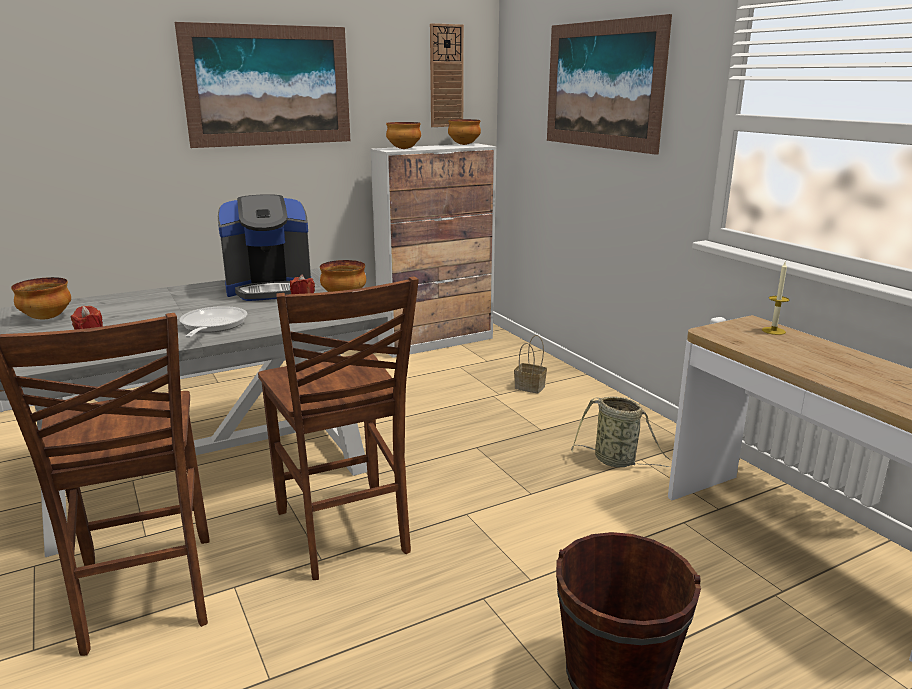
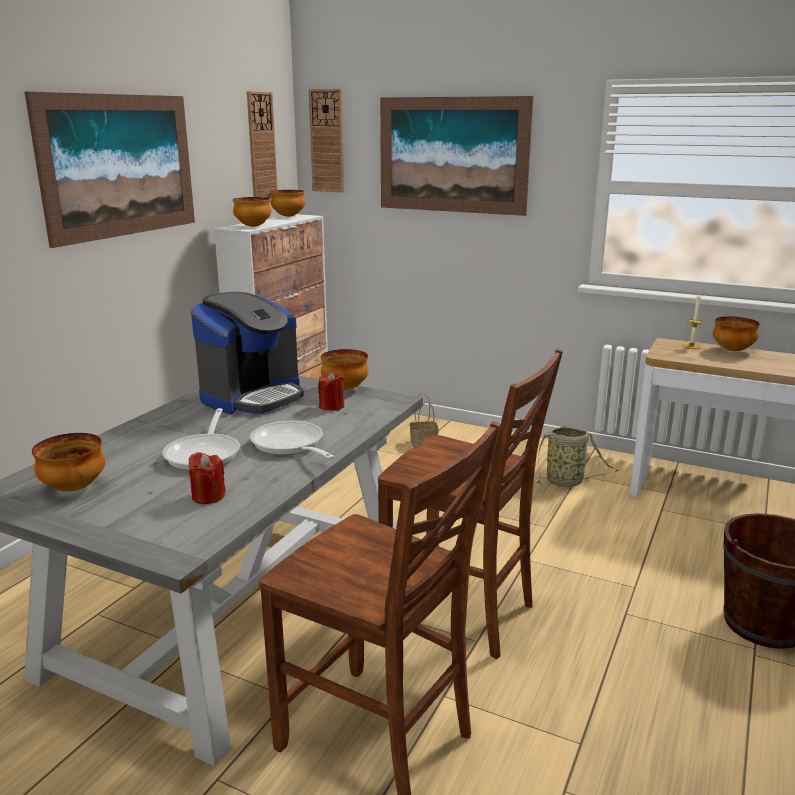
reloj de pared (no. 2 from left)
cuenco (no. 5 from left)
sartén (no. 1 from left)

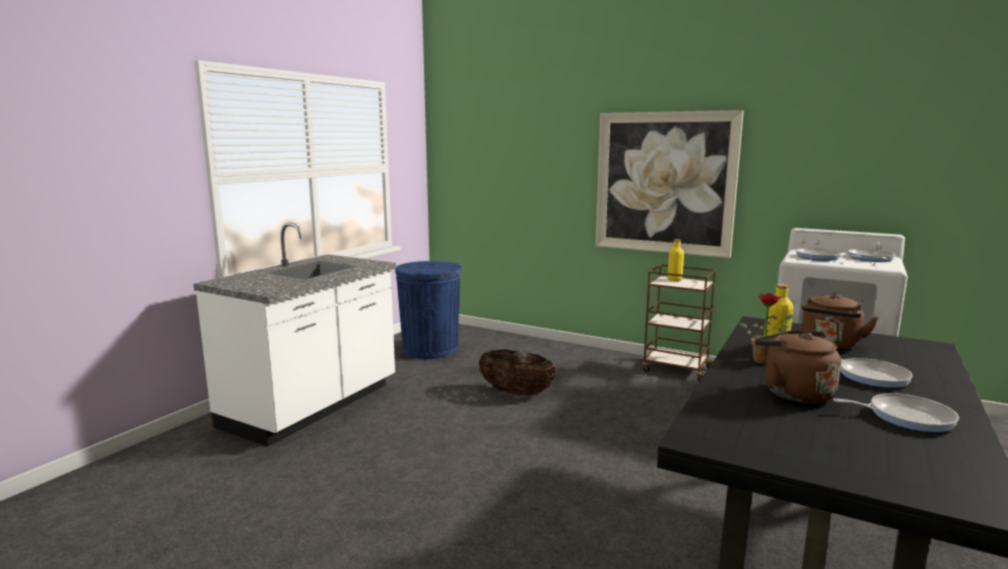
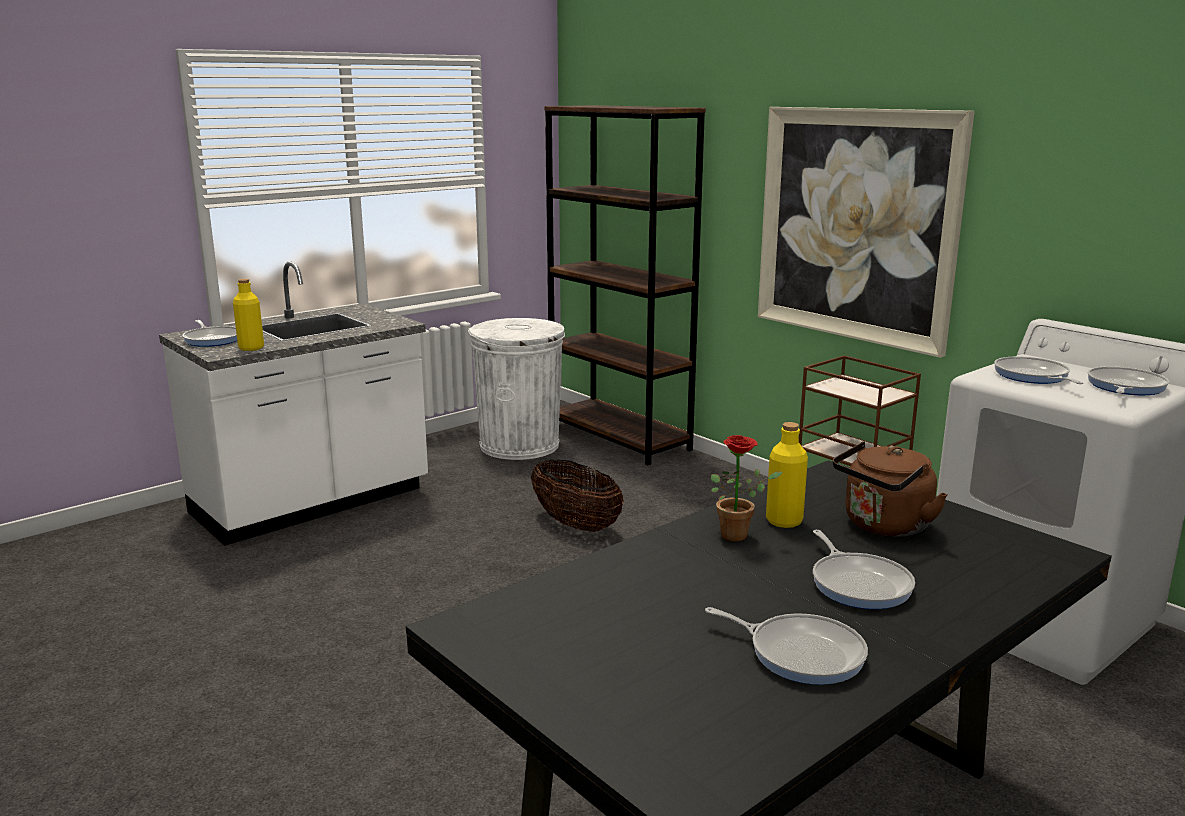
botella (amarillo) (no. 1 from left)
papelera (blanco)
hervidor (marrón) (no. 1 from left in the first image)
estantería (marrón)
sartén (no. 1 from left)

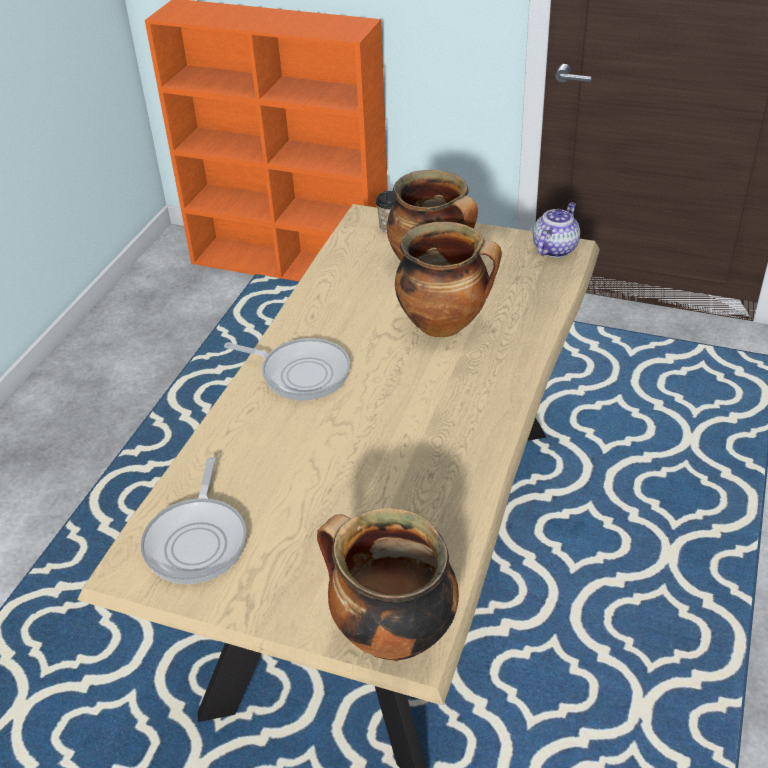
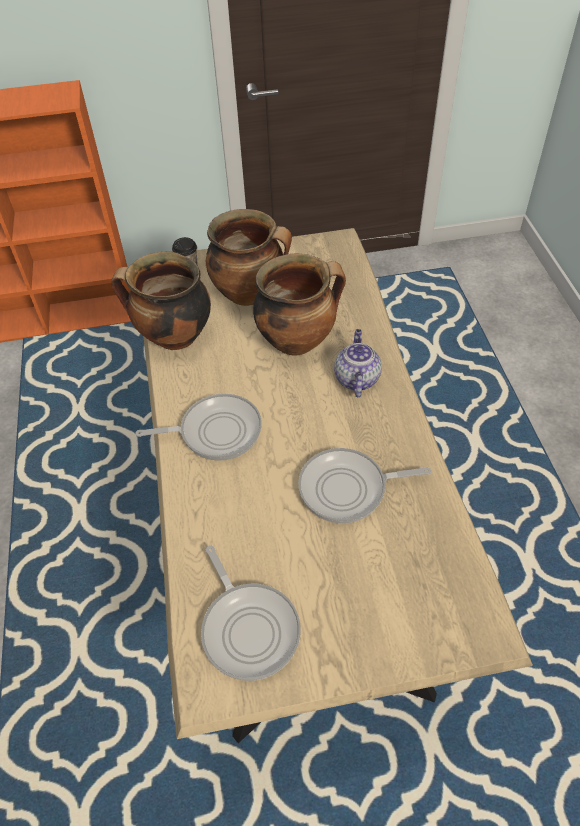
tetera
olla (no. 1 from left)
sartén (no. 3 from left)

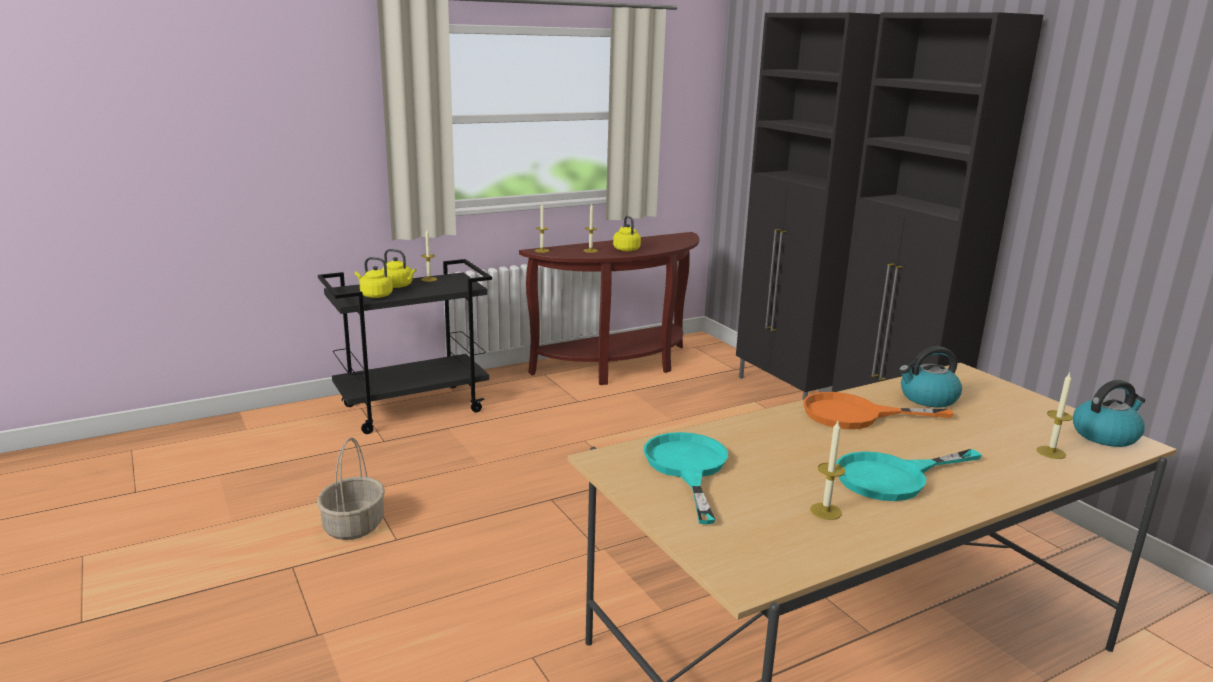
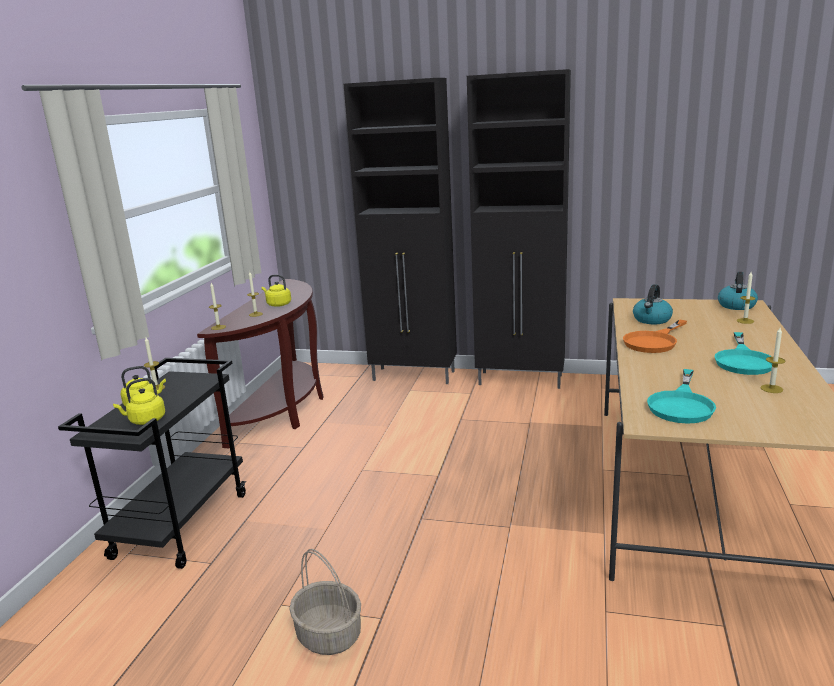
sartén (turquesa) (no. 1 from left)

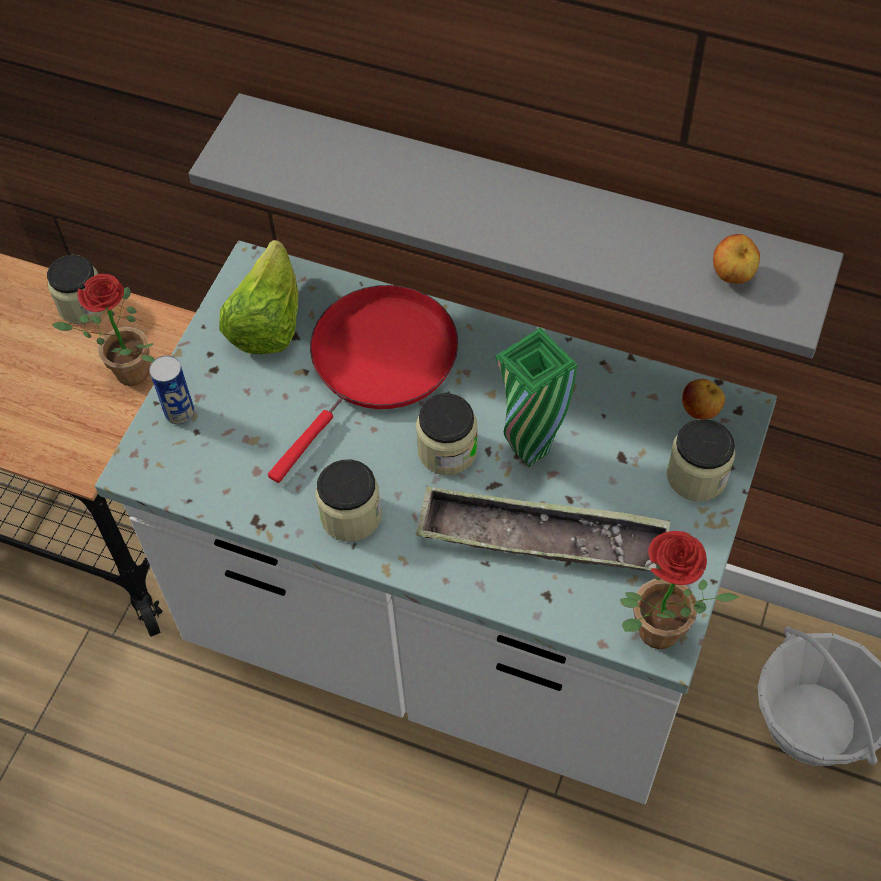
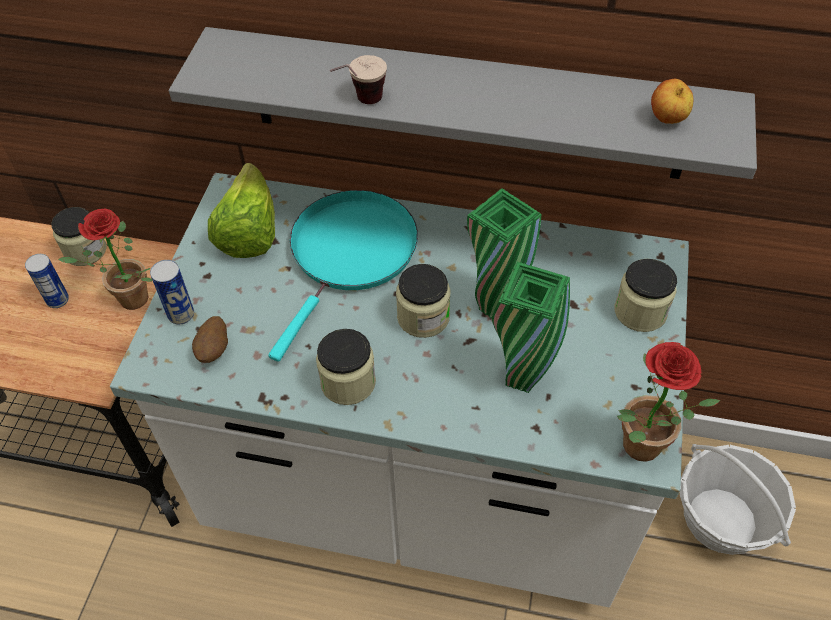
sartén (turquesa)
manzana (no. 1 from left in the first image)
florero (verde) (no. 2 from left)
taza
lata (no. 1 from left)
patata

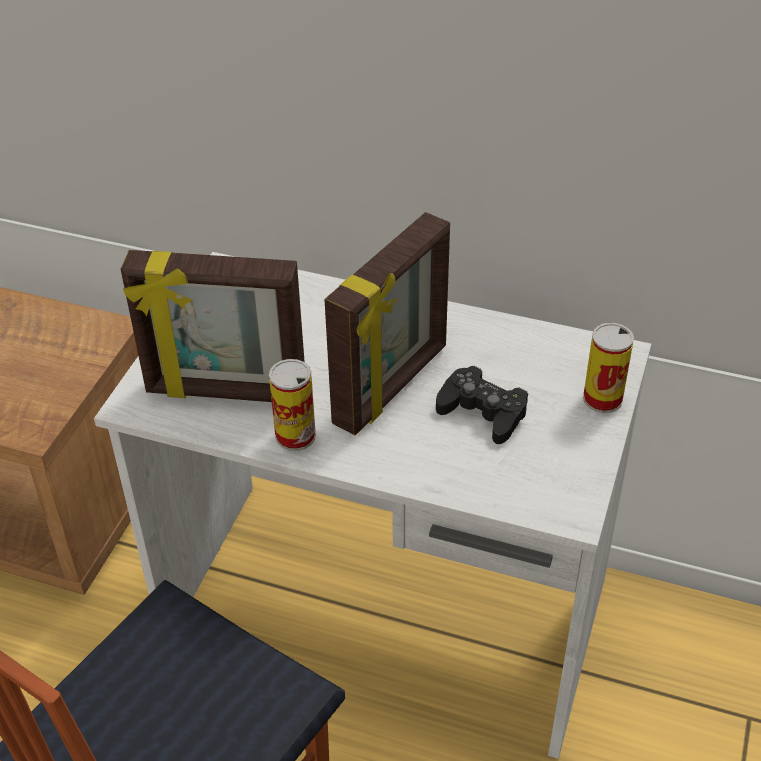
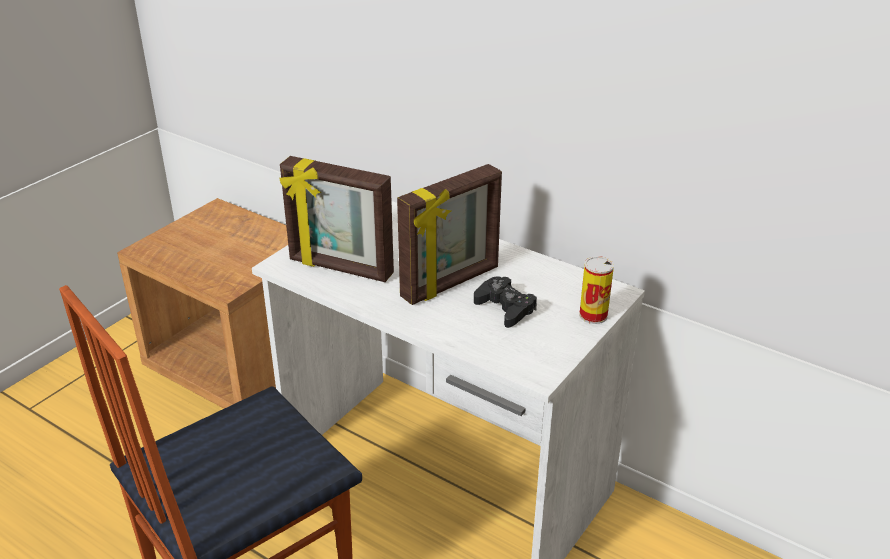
lata (no. 1 from left in the first image)

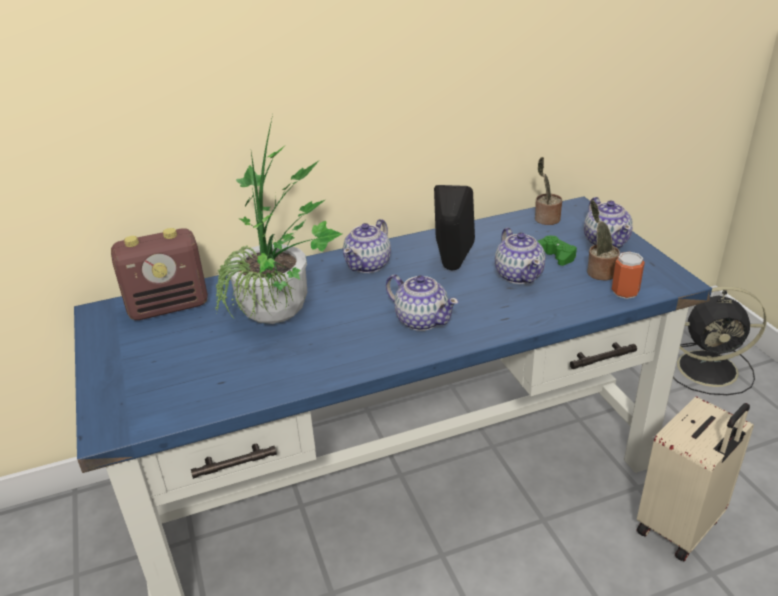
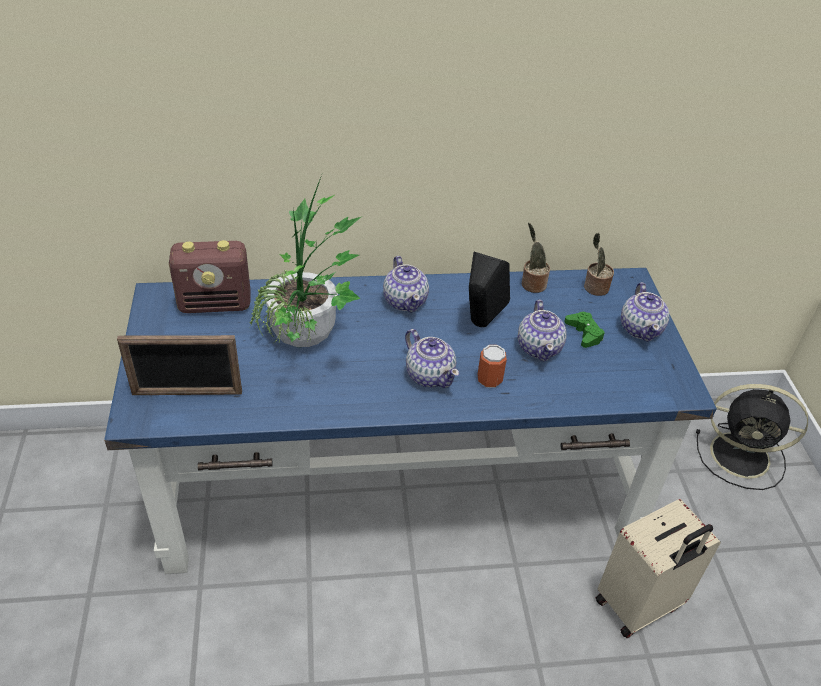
planta en maceta (no. 2 from left)
tetera (no. 1 from left)
lata
portarretratos

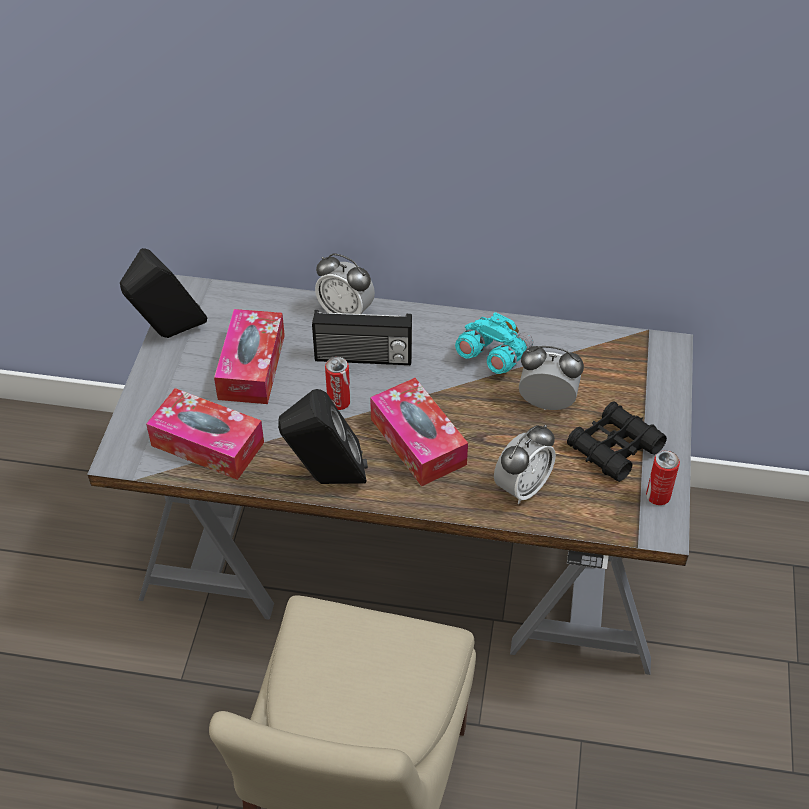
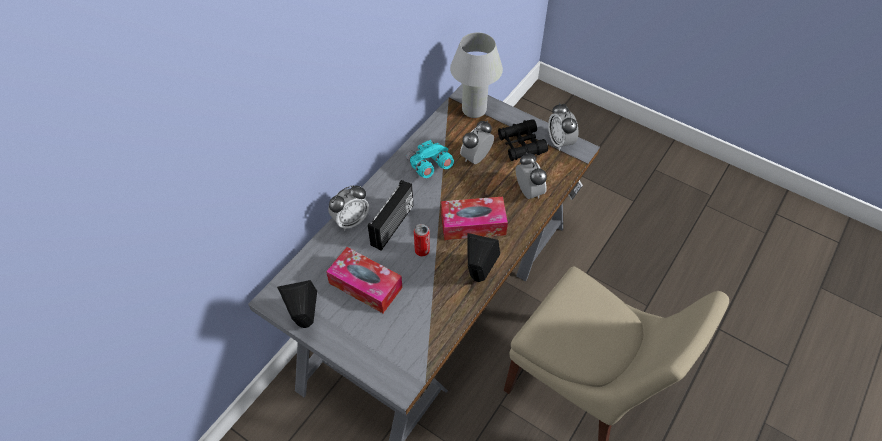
caja de pañuelos (no. 1 from left in the first image)
despertador (no. 4 from left)
lámpara de mesa (blanco)

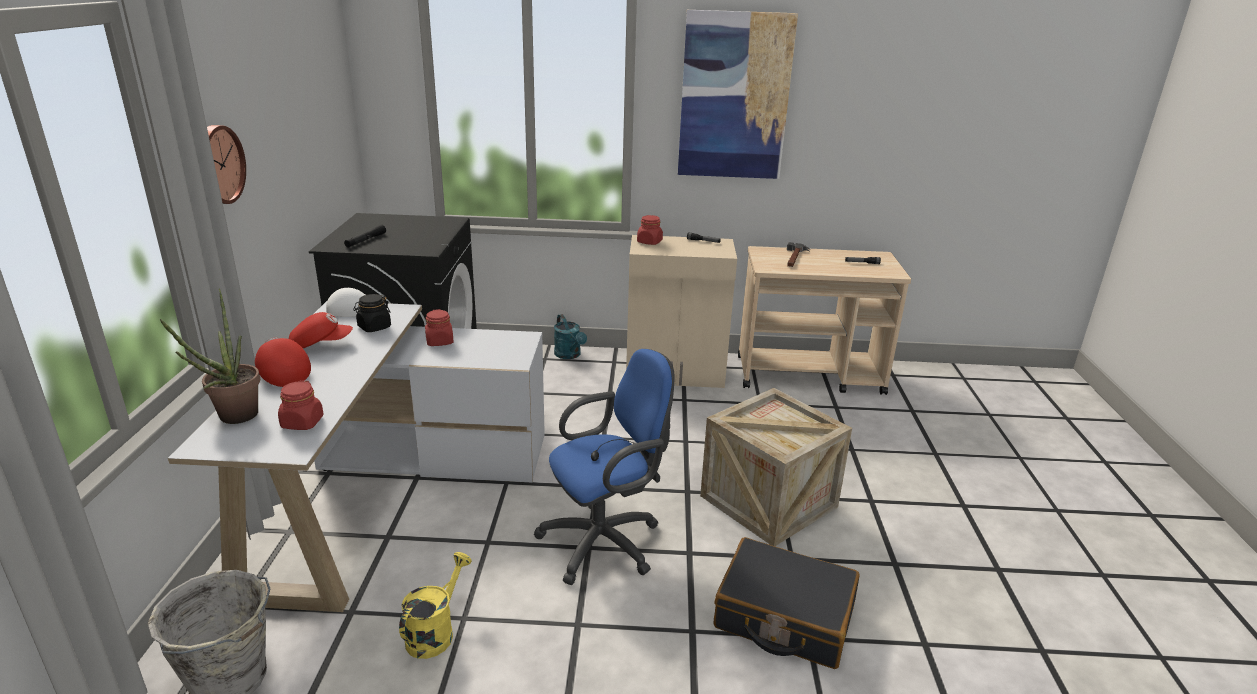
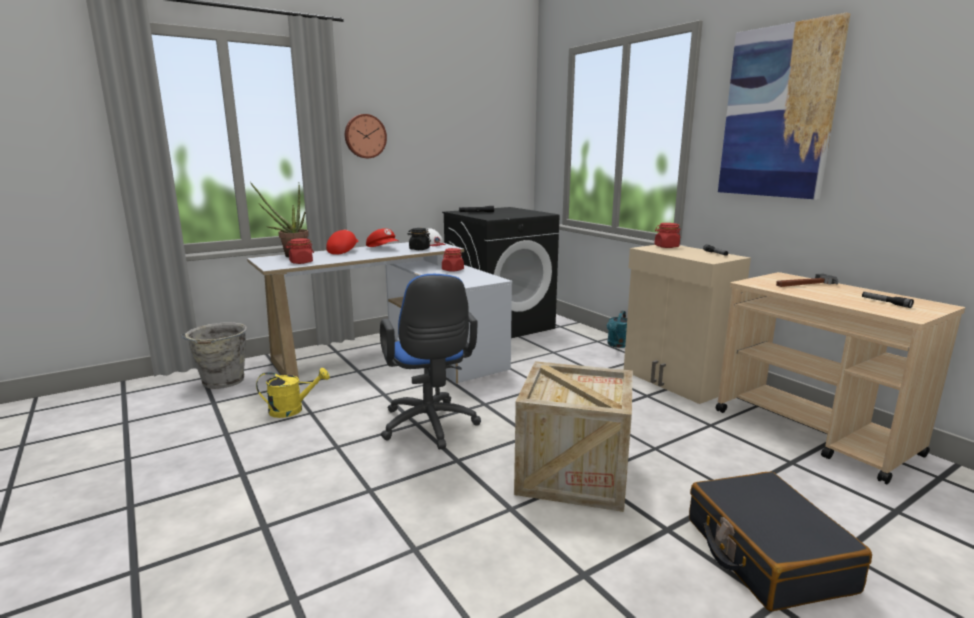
silla de oficina (azul)
maleta (negro)

